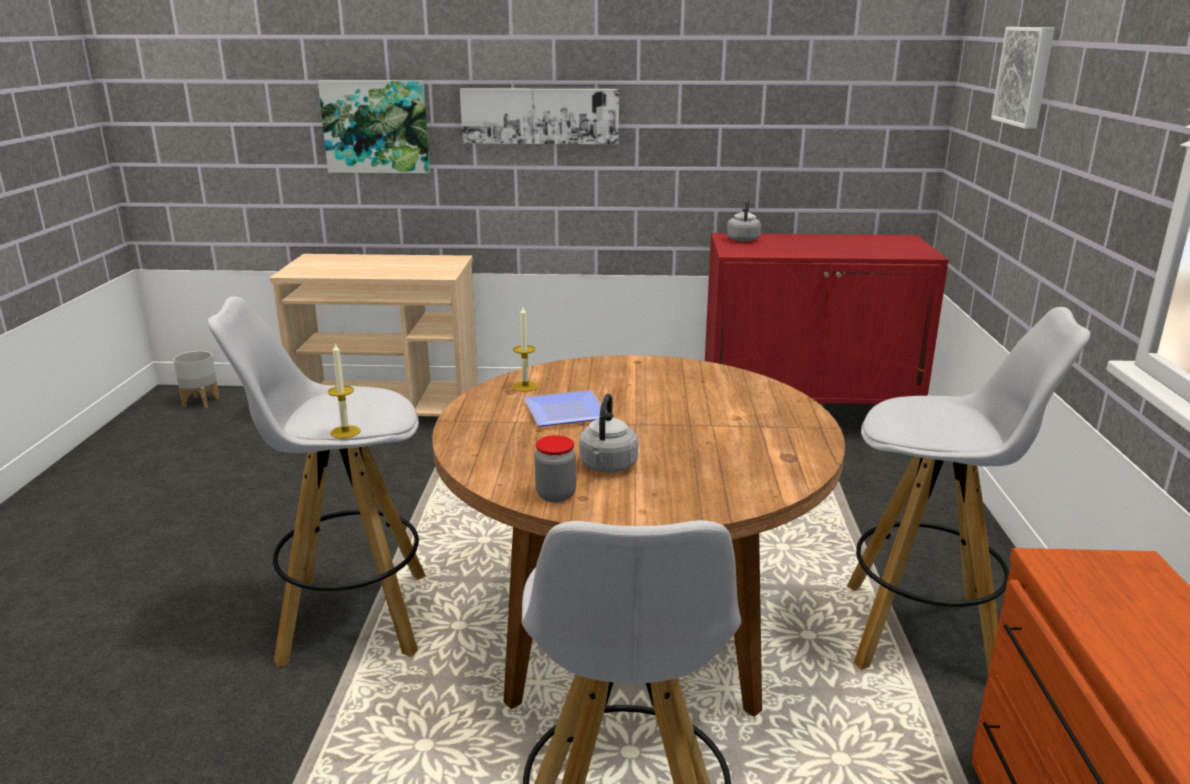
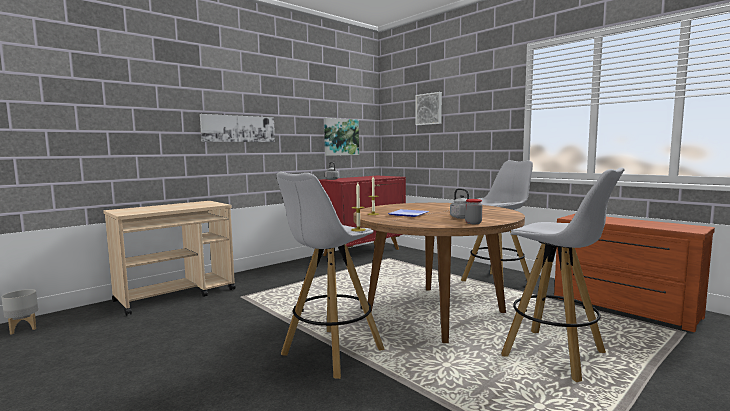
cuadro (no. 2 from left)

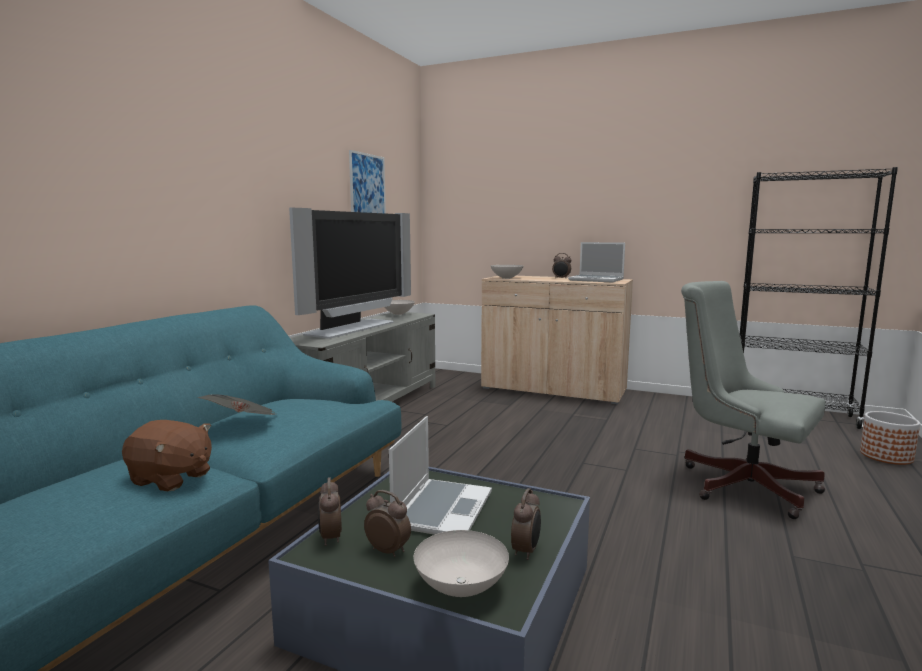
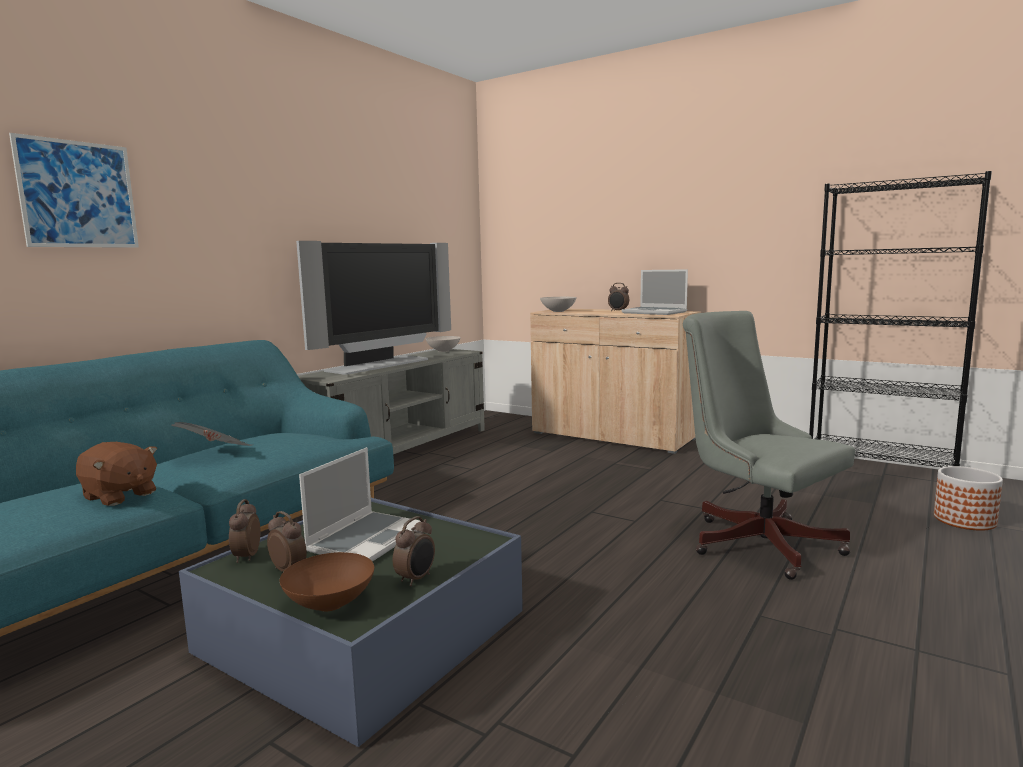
cuadro
cuenco (marrón)

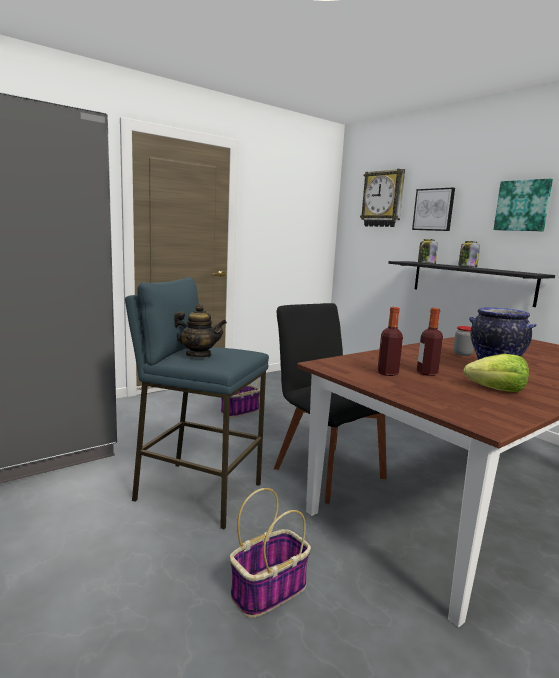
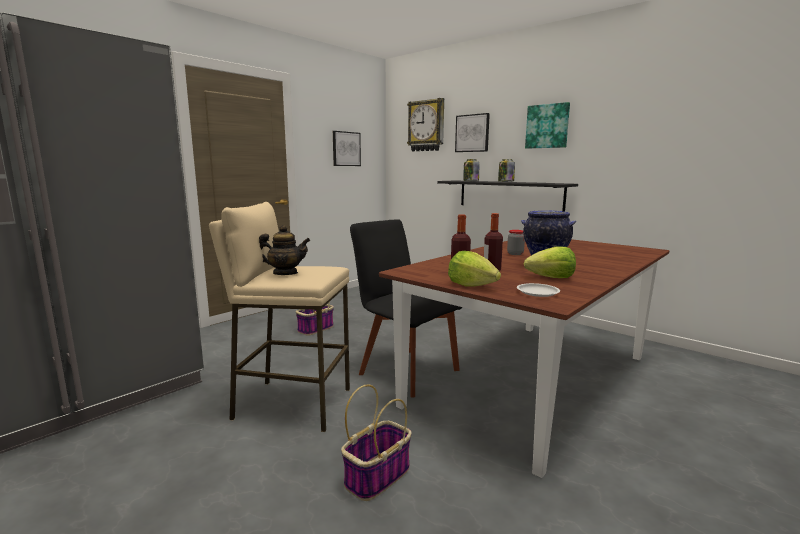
taburete (beis)
cuadro (no. 1 from left)
lechuga (no. 1 from left)
plato (blanco)

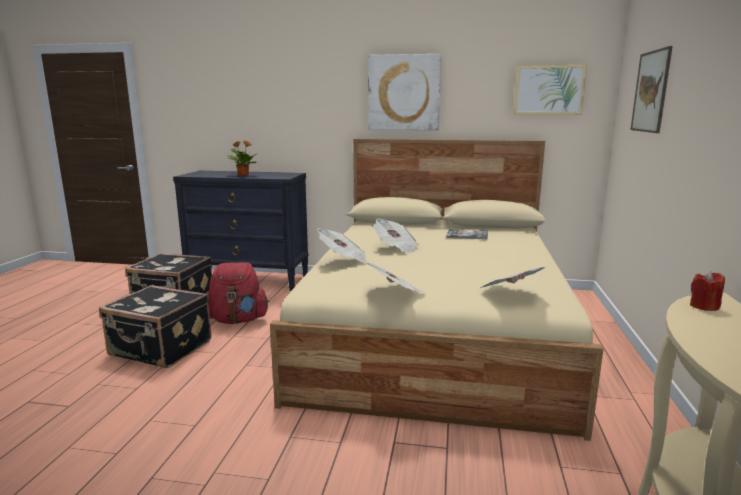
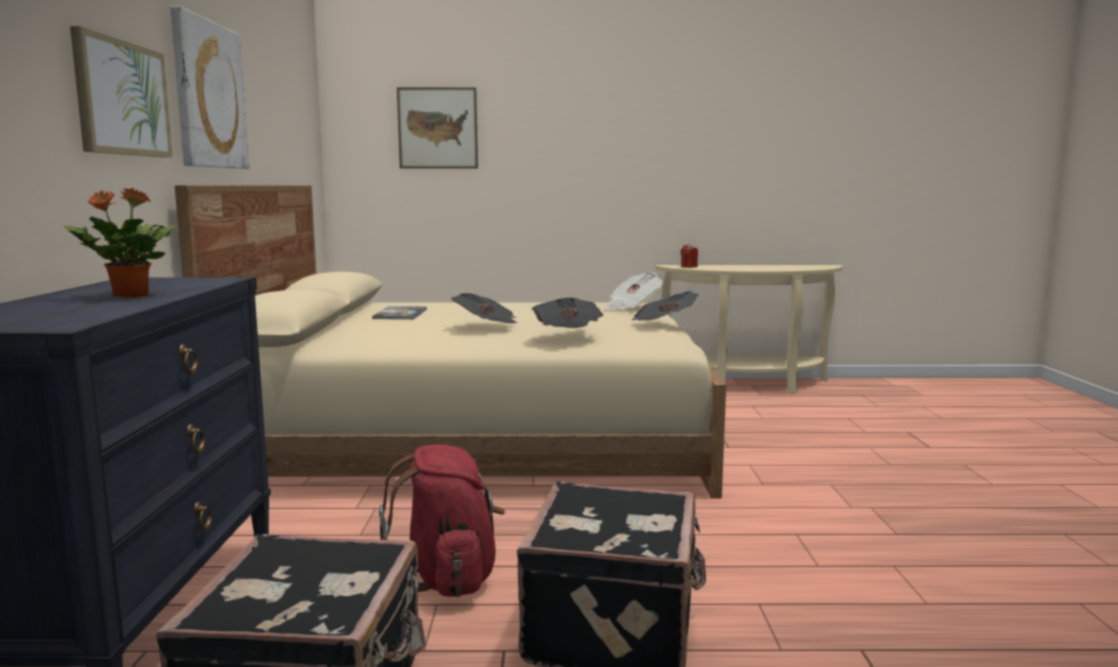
cuadro (no. 1 from left)

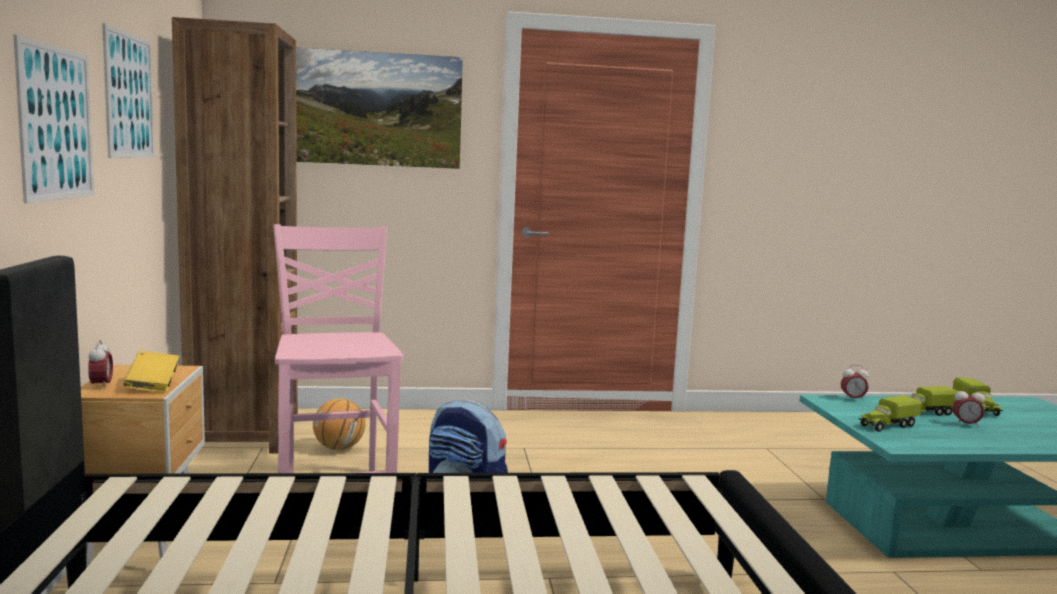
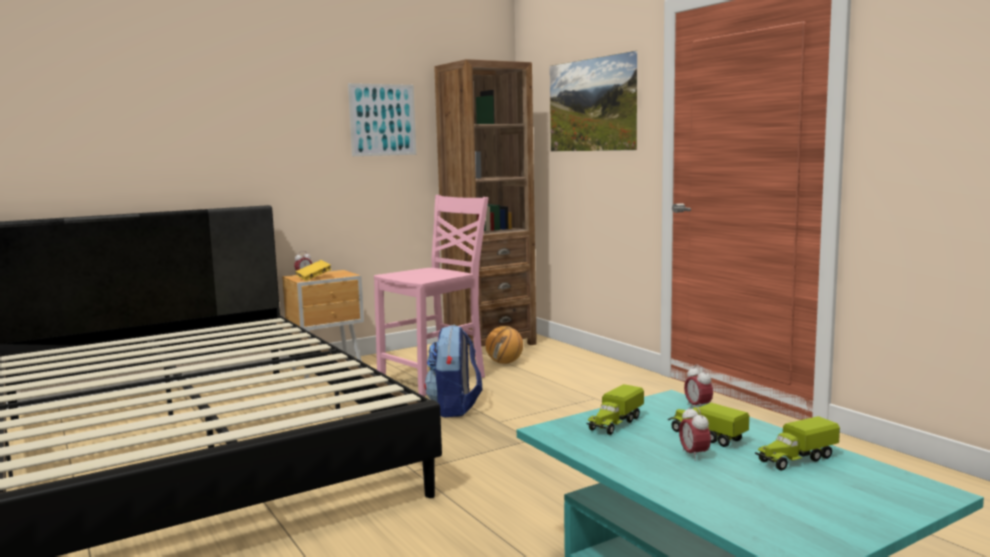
cuadro (no. 1 from left in the first image)
camión de juguete (no. 1 from left)

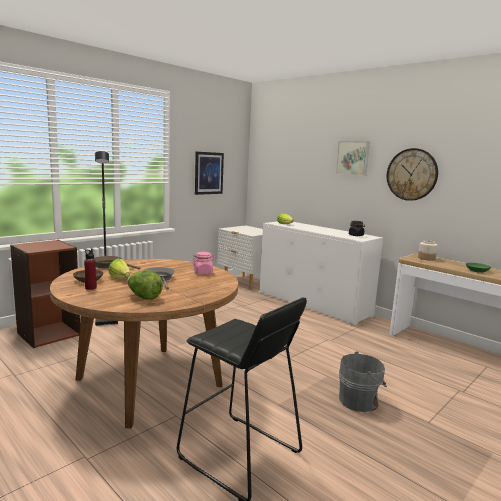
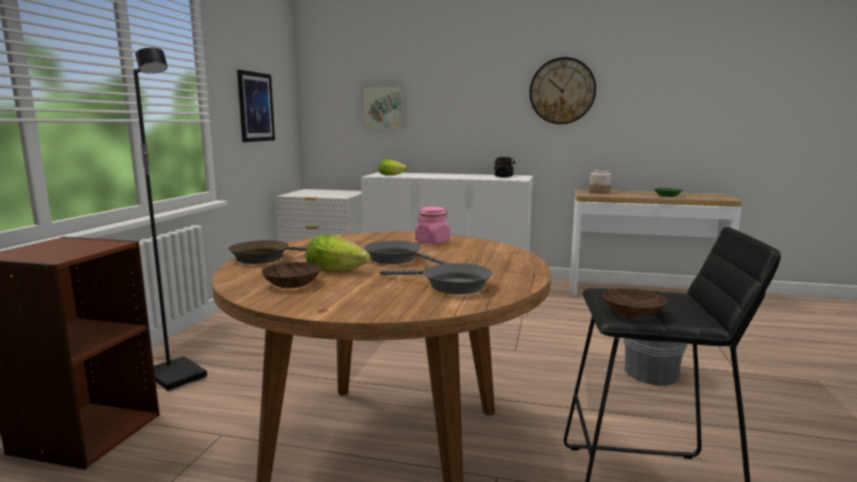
cuadro (no. 2 from left)
botella (rojo)
sartén (gris) (no. 2 from left)
cuenco (marrón) (no. 2 from left)

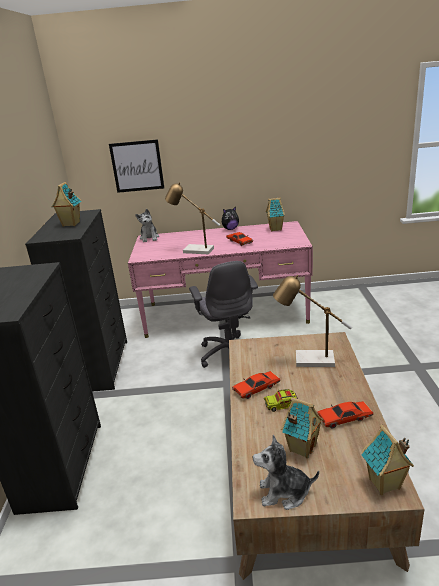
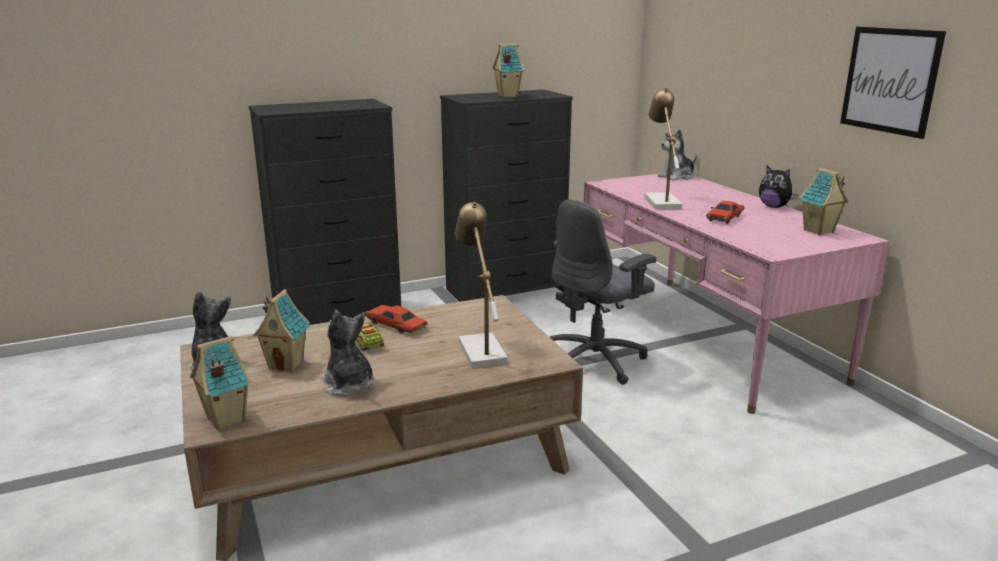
cuadro
peluche (no. 2 from left)

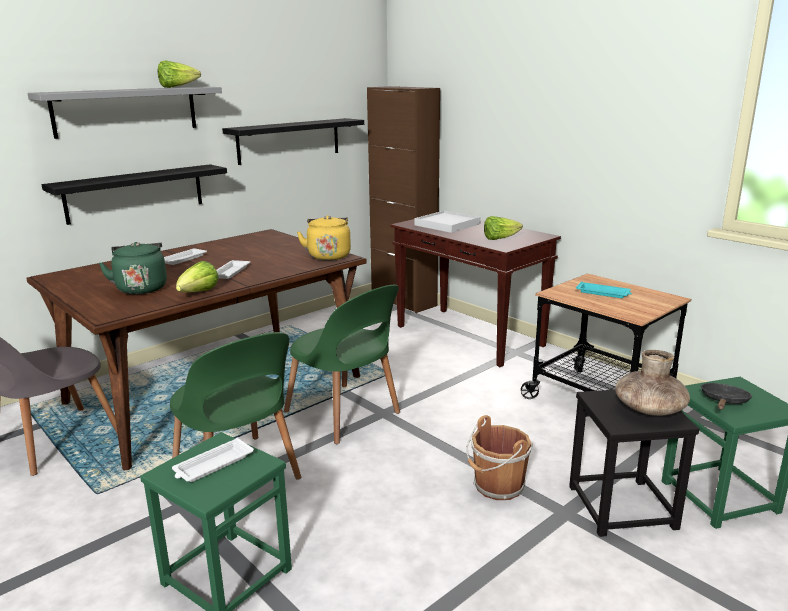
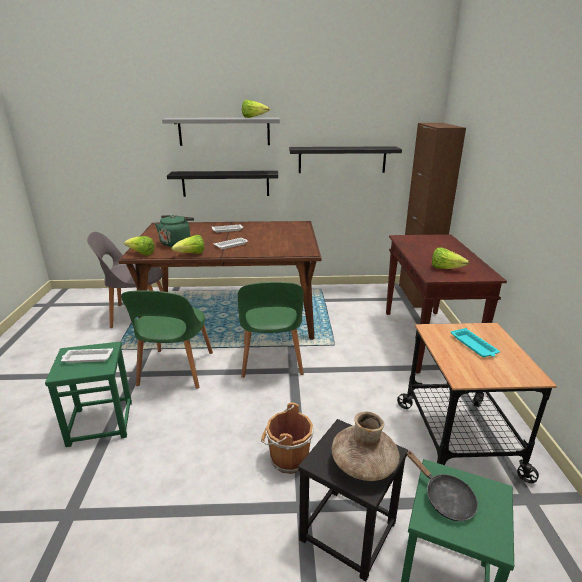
bandeja (blanco) (no. 4 from left in the first image)
hervidor (amarillo)
sartén (negro)
lechuga (no. 1 from left)

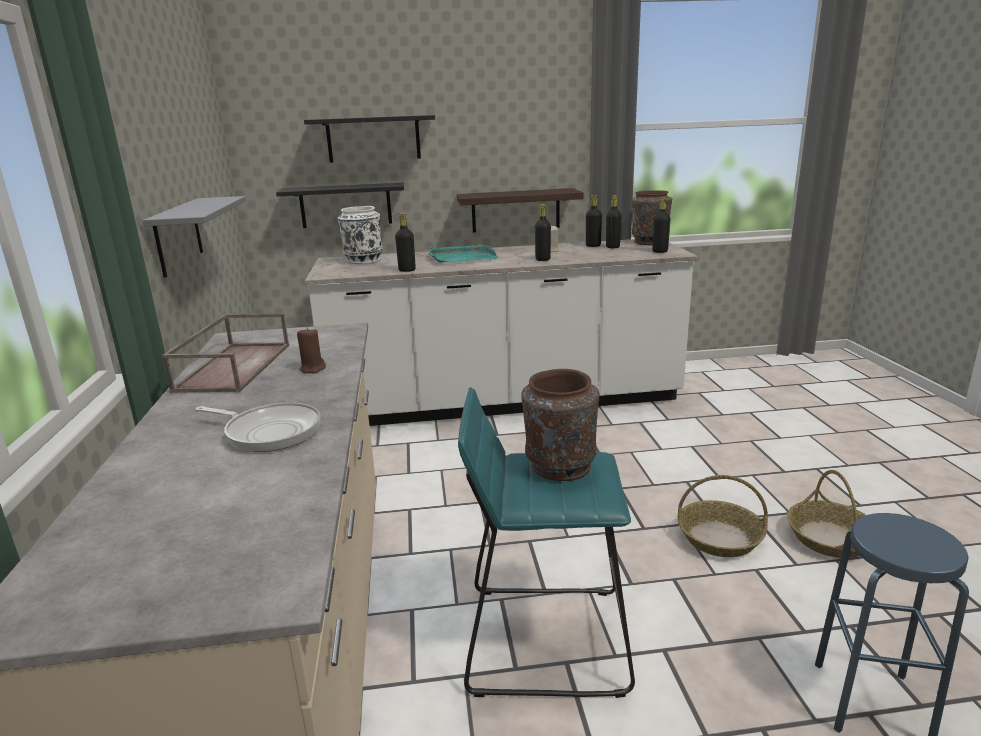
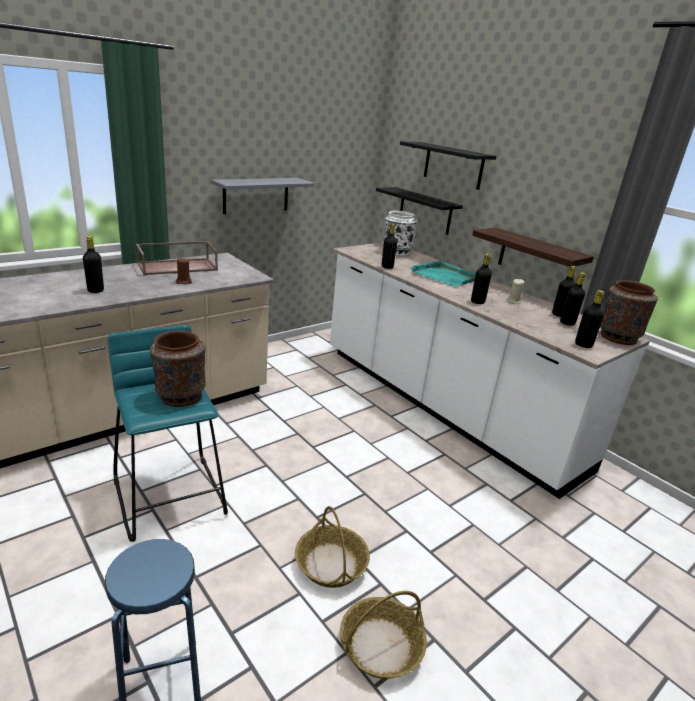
botella (negro) (no. 1 from left)

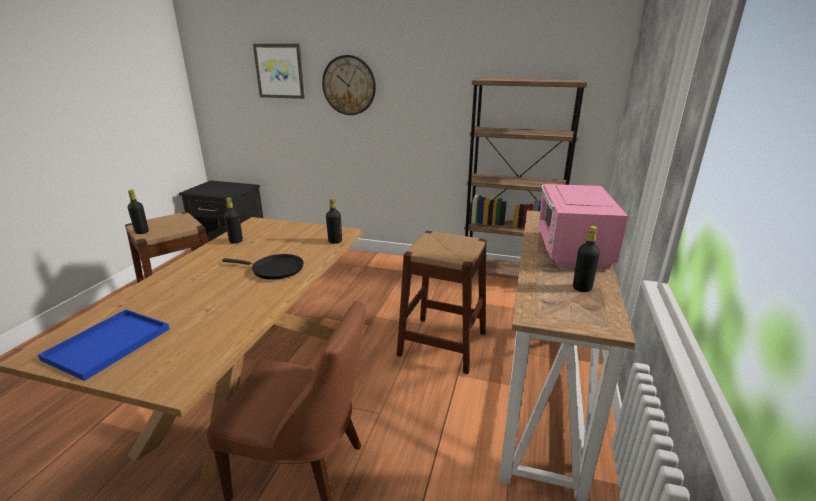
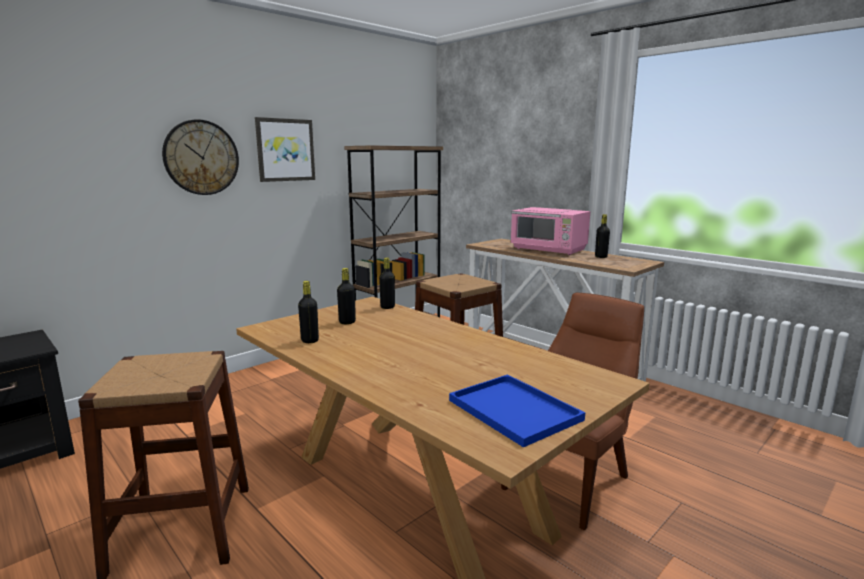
cuadro
botella (negro) (no. 2 from left)
sartén (negro)

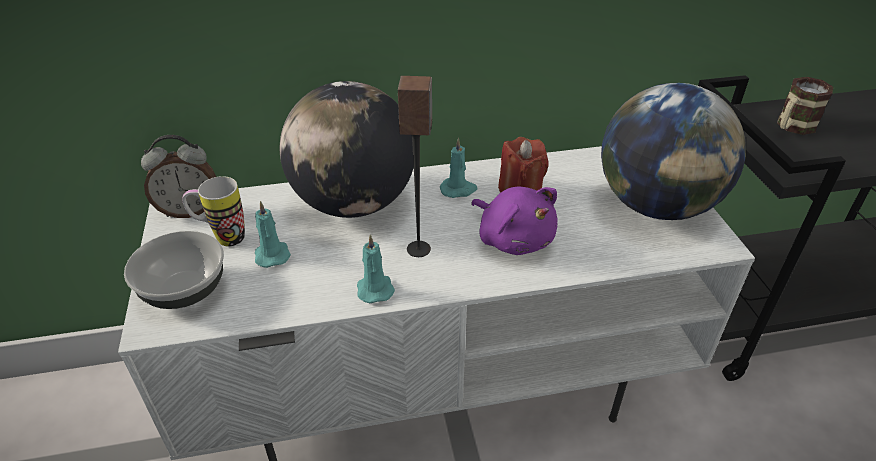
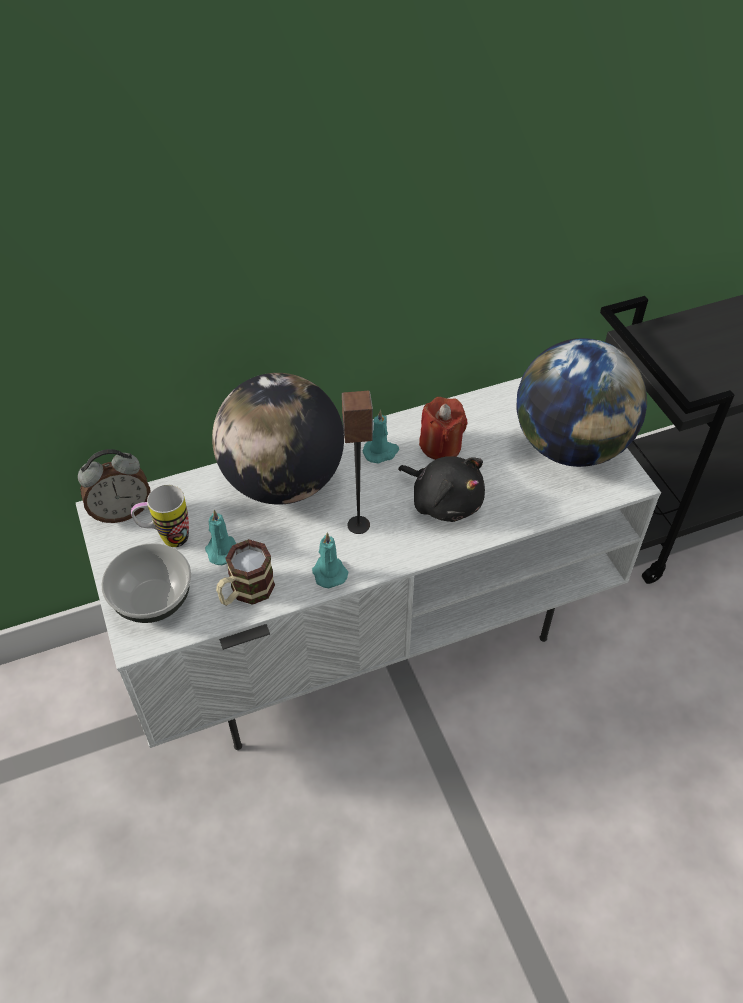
taza grande (no. 2 from left)
peluche (negro)

